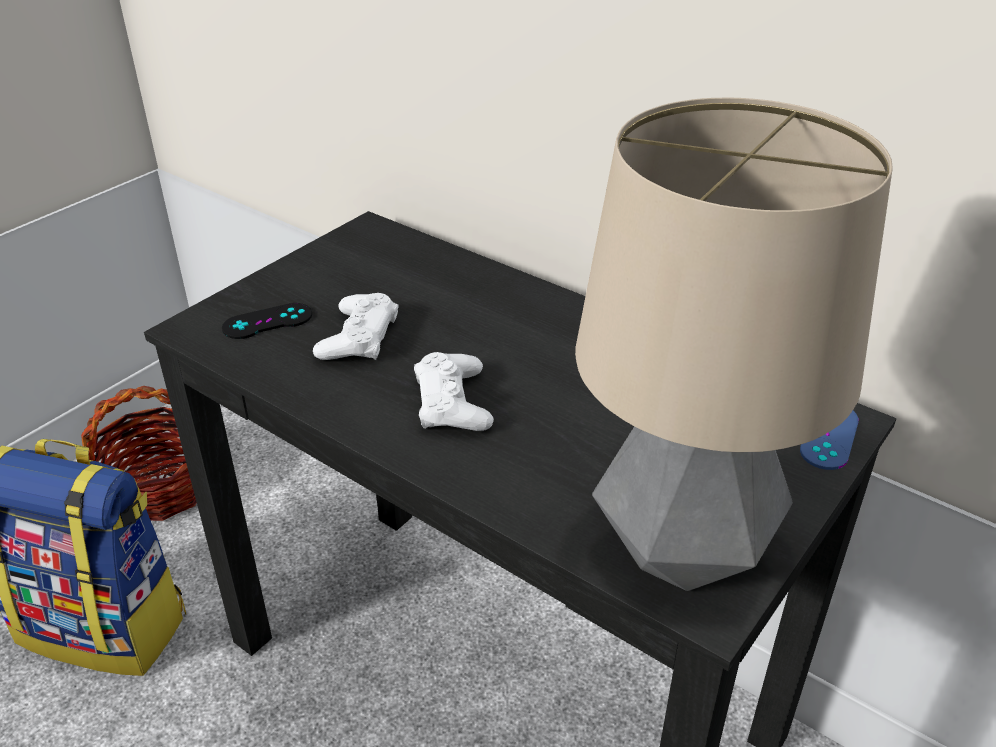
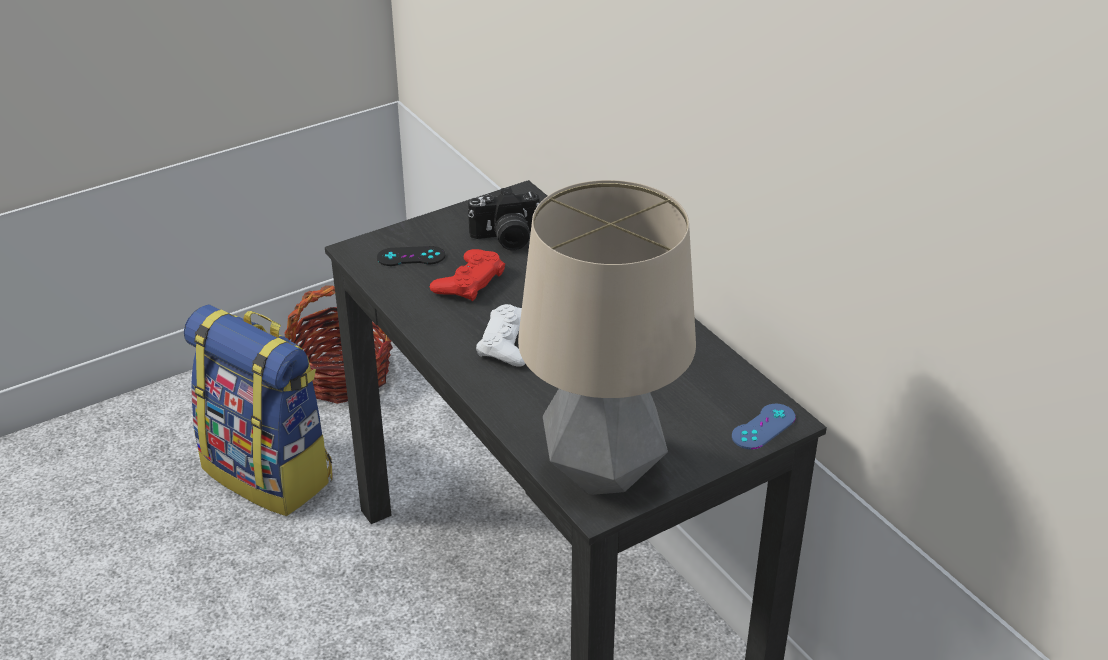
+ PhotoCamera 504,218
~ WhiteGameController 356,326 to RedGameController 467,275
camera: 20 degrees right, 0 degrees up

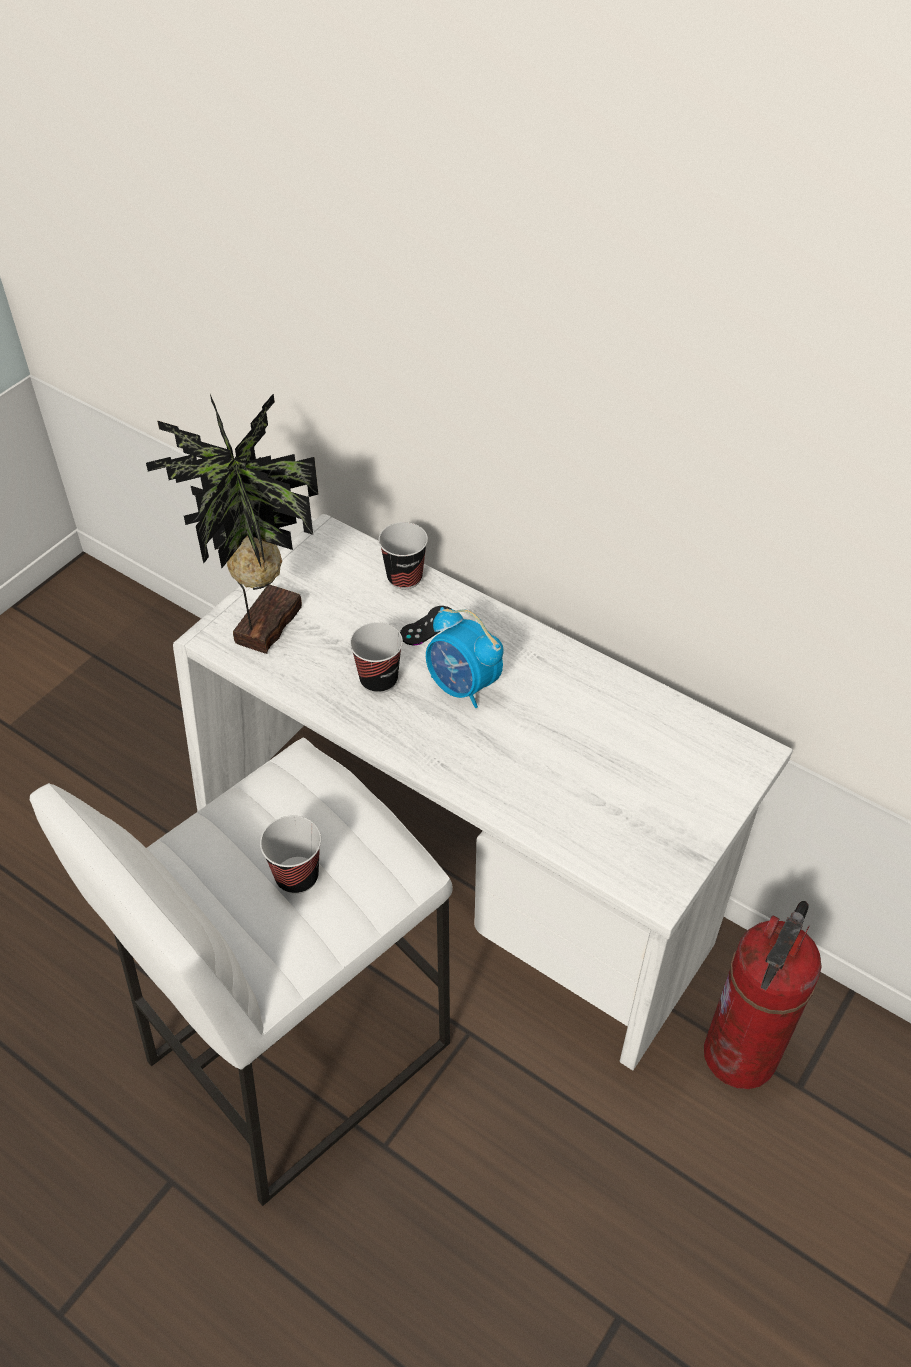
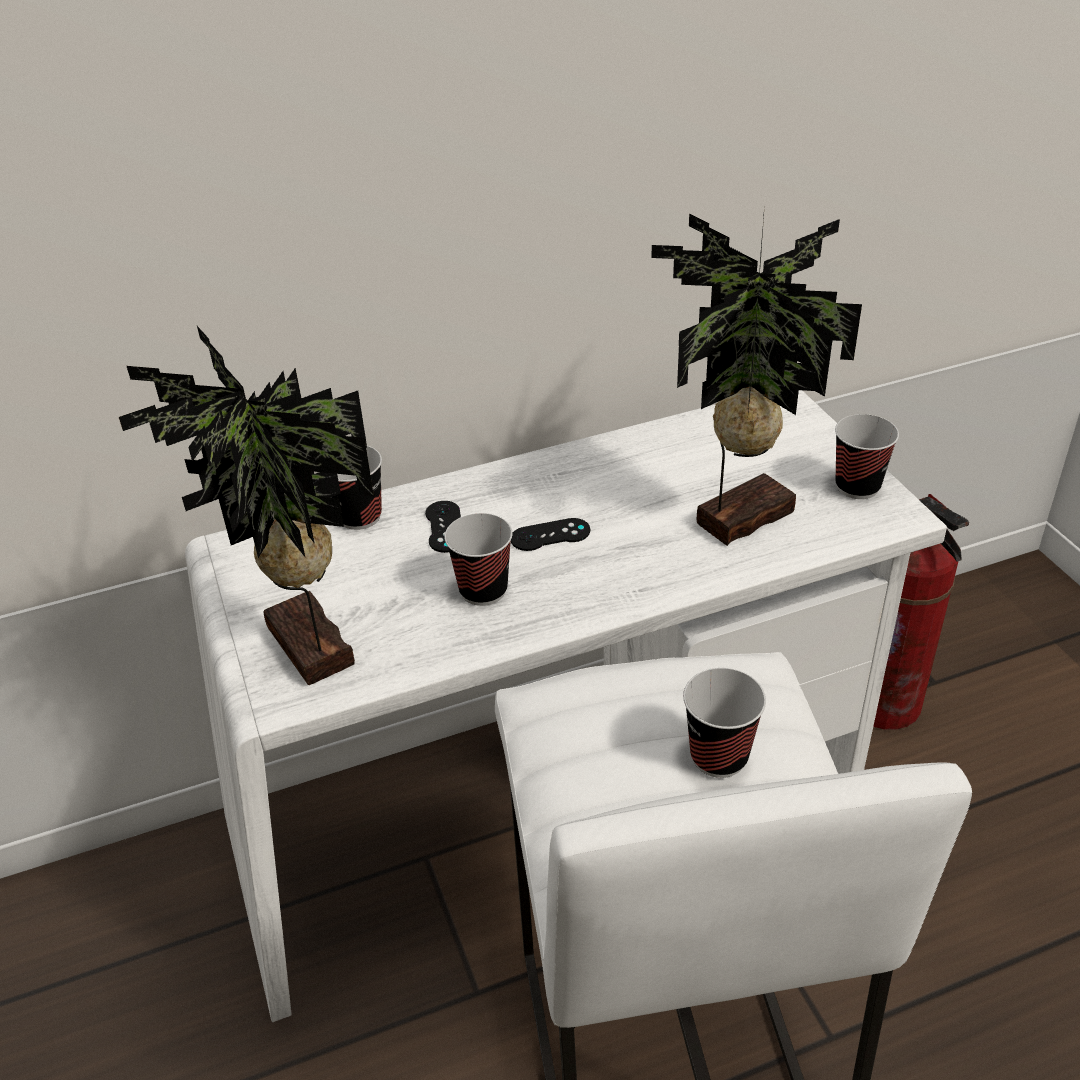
+ PottedPlant 756,380
+ Cup 867,456
~ AlarmClock 465,657 to BlackGameController 550,534
camera: 55 degrees left, 10 degrees down

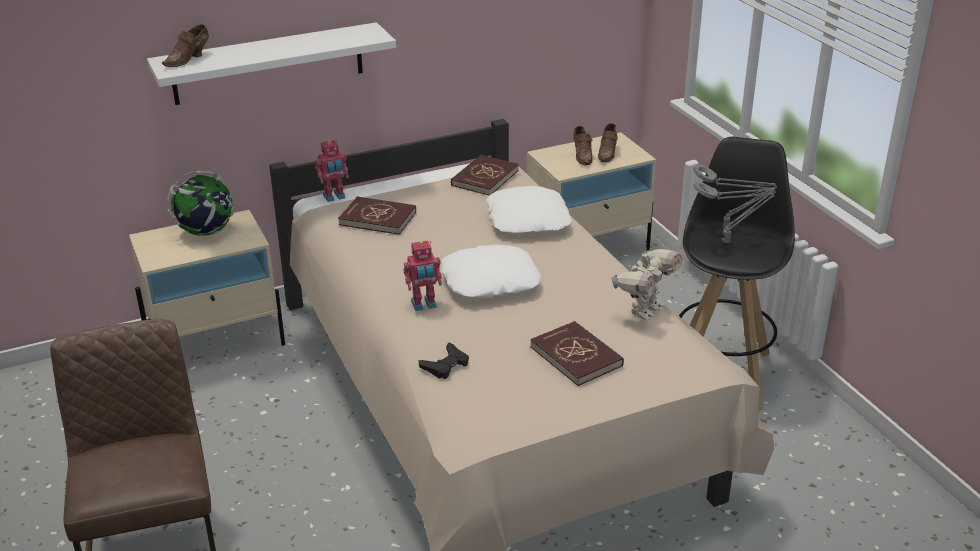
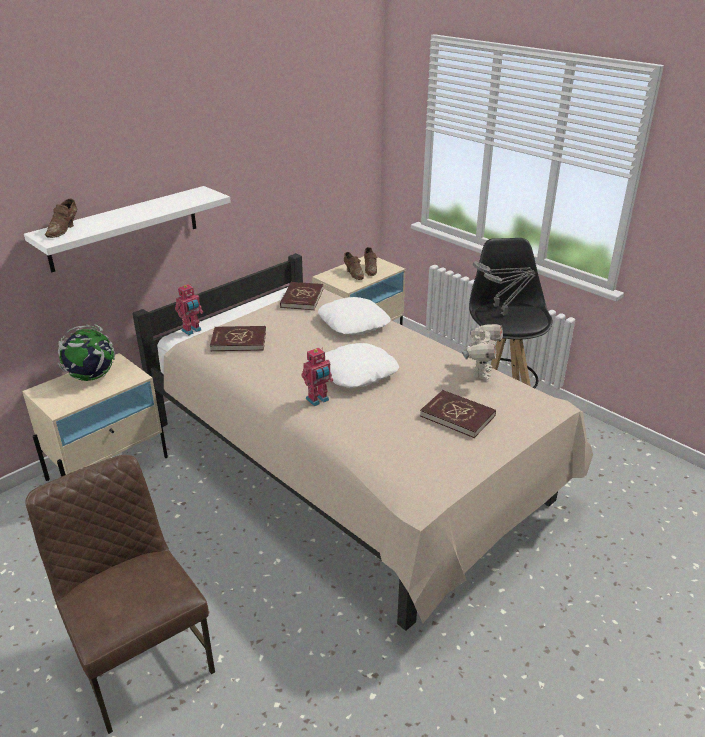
- BlackGameController 444,361
camera: 20 degrees left, 0 degrees up

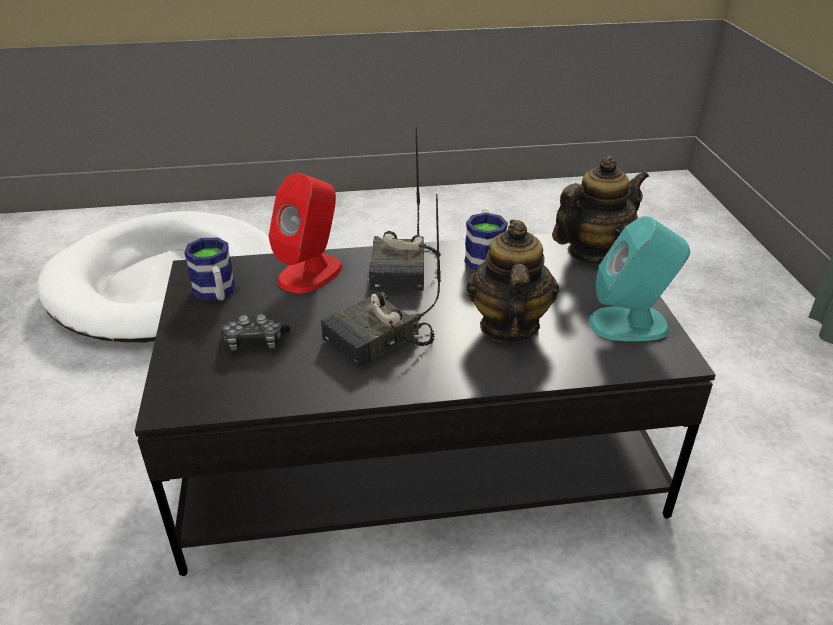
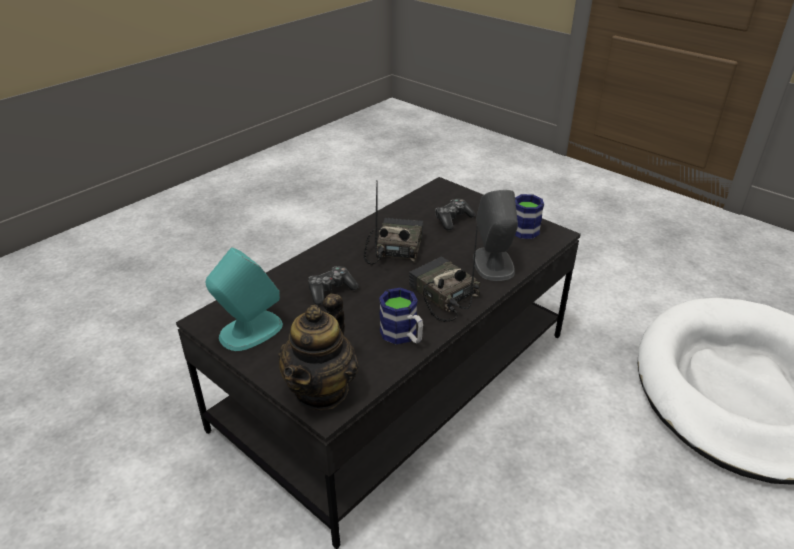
~ Teapot 513,281 to GameController 333,285
~ RedSpeaker 305,233 to GreySpeaker 495,235
camera: 140 degrees right, 0 degrees up

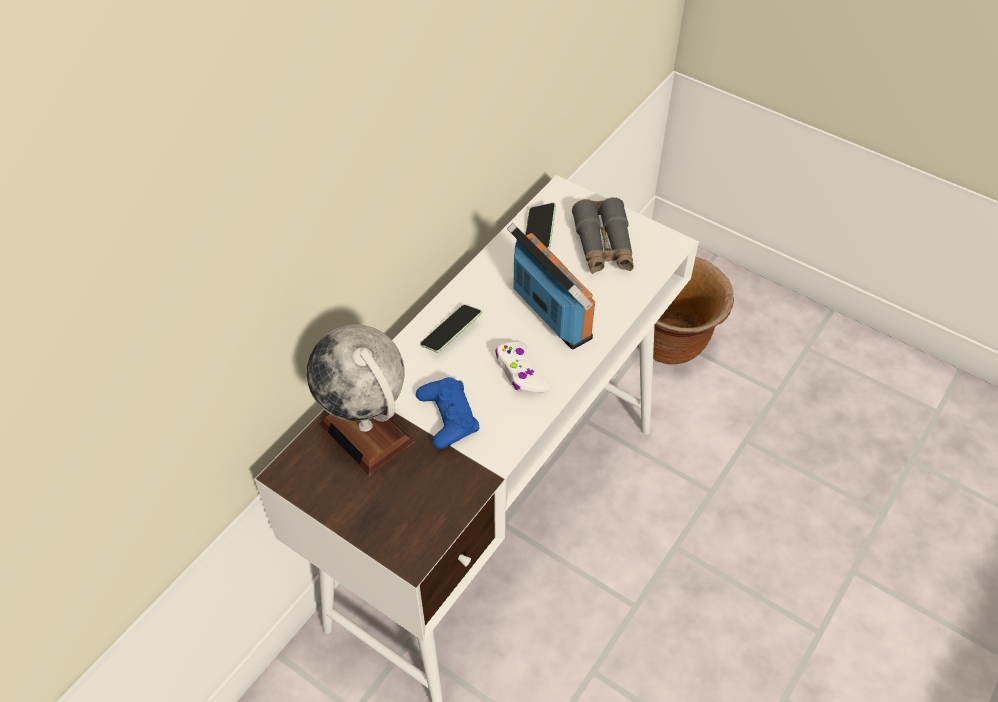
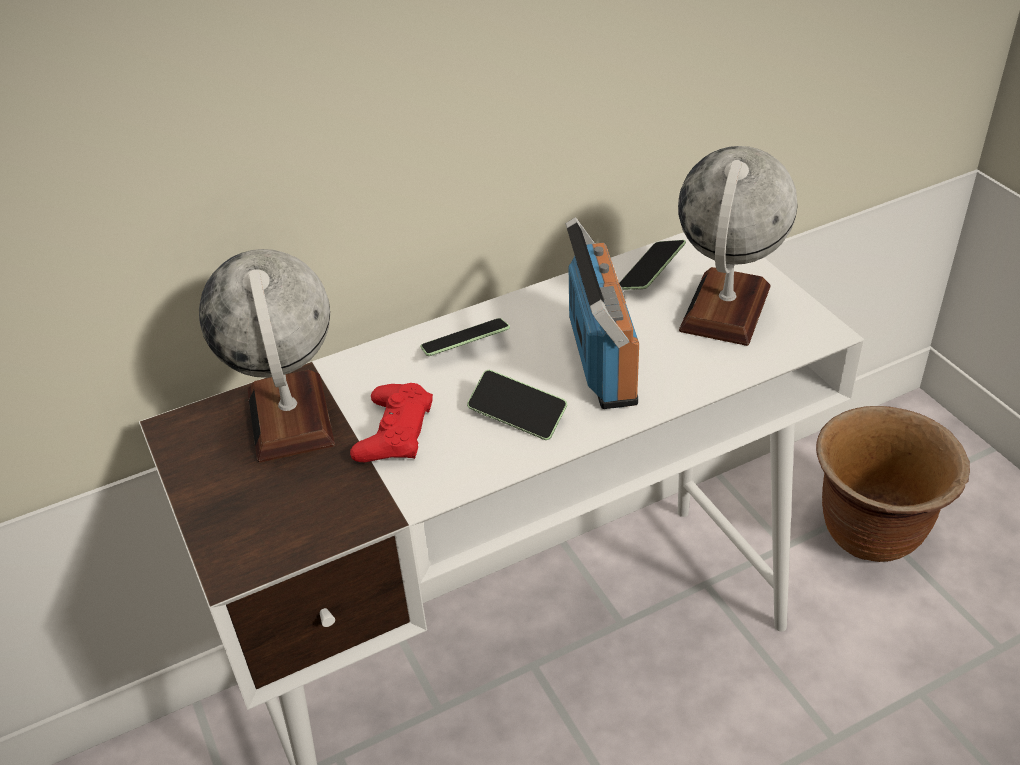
~ WhiteGameController 523,367 to Phone 517,405
~ GreyBinoculars 603,235 to Globe 738,246
~ BlueGameController 448,413 to RedGameController 391,422
camera: 30 degrees right, 10 degrees down

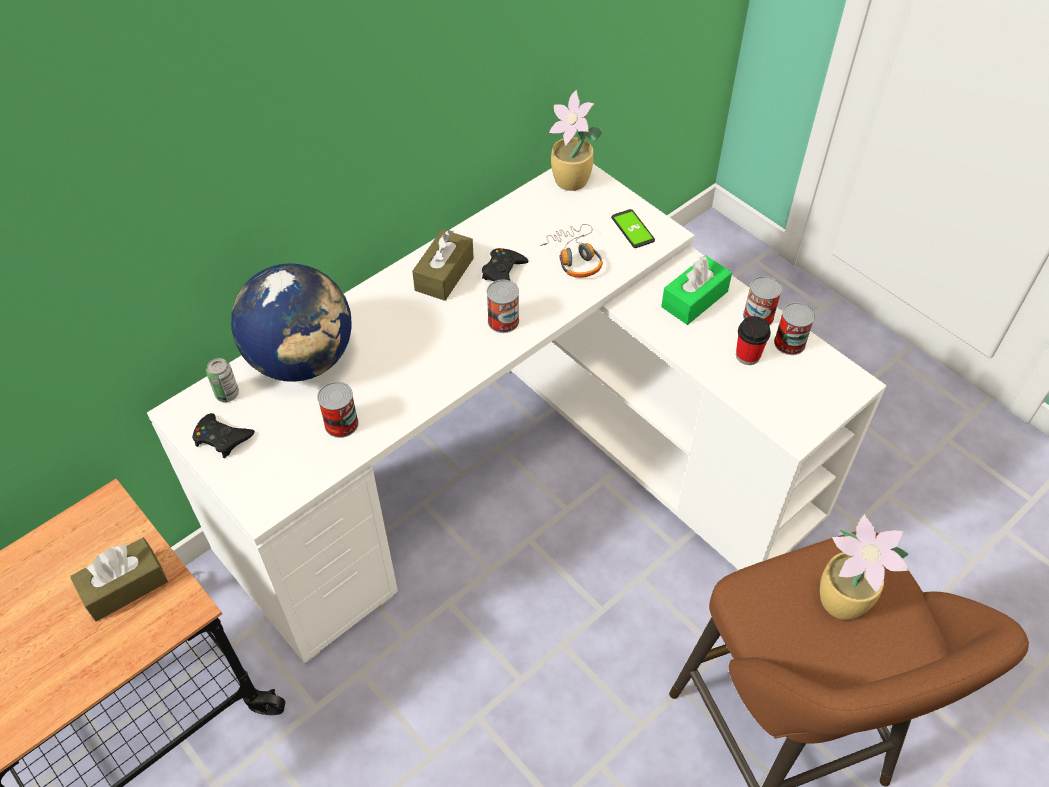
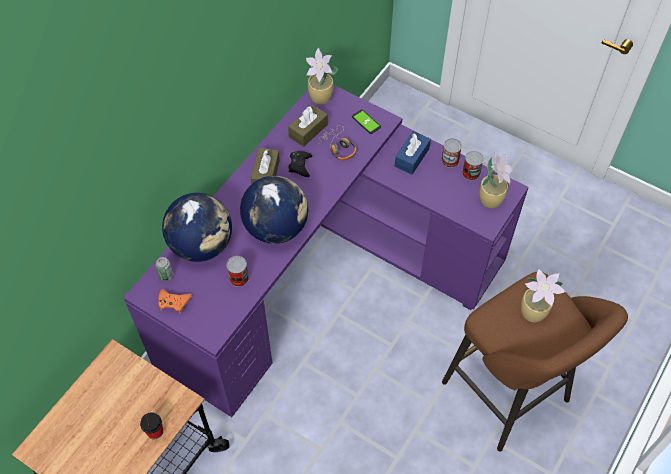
- Can 503,306
+ Globe 274,210
+ PottedPlant 496,180
~ BrownTissueBox 119,580 to 308,126
~ Cup 753,340 to 151,426
~ WhiteDesk 517,413 to PurpleDesk 326,251
~ BlackGameController 223,435 to OrangeGameController 175,301
~ GreenTissueBox 696,290 to BlueTissueBox 413,152
camera: 15 degrees left, 5 degrees up

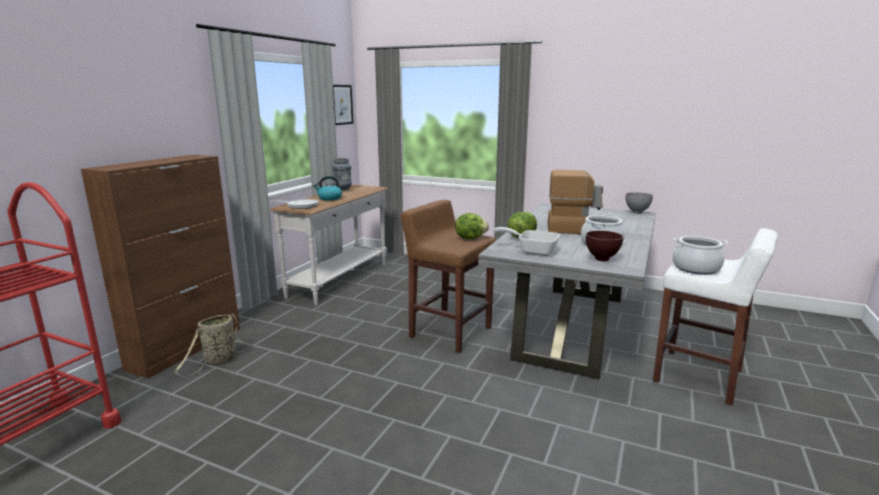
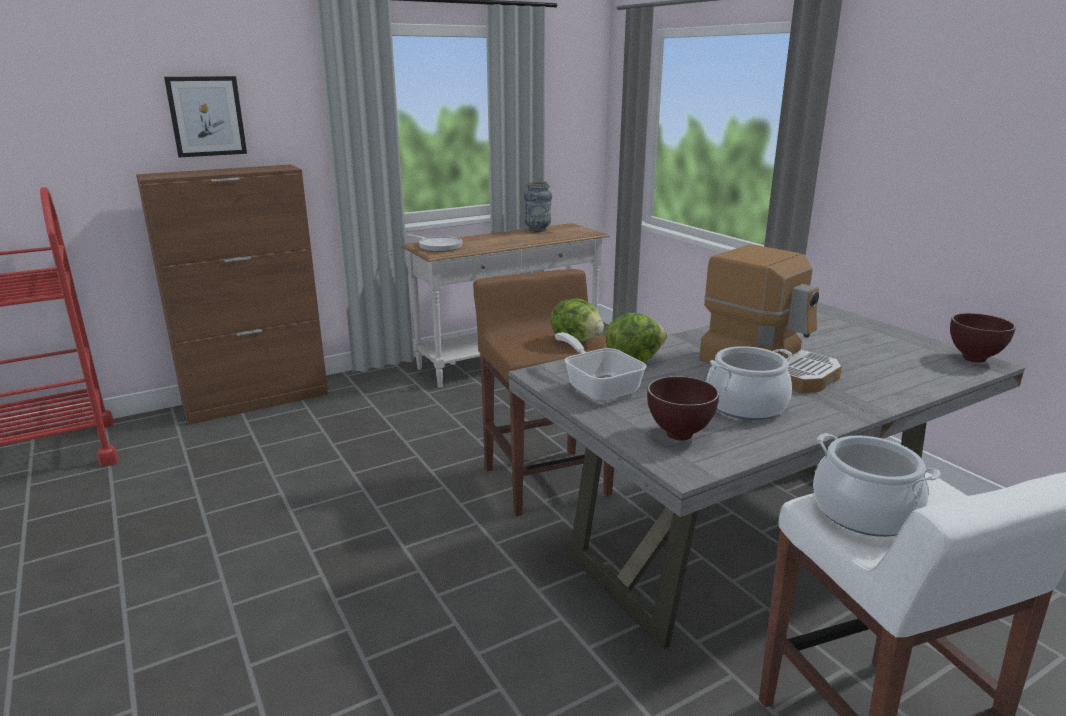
- Basket 211,345
- Kettle 328,188
~ Picture 343,105 to 205,116
~ GreyBowl 639,203 to BrownBowl 983,338
camera: 35 degrees right, 5 degrees up

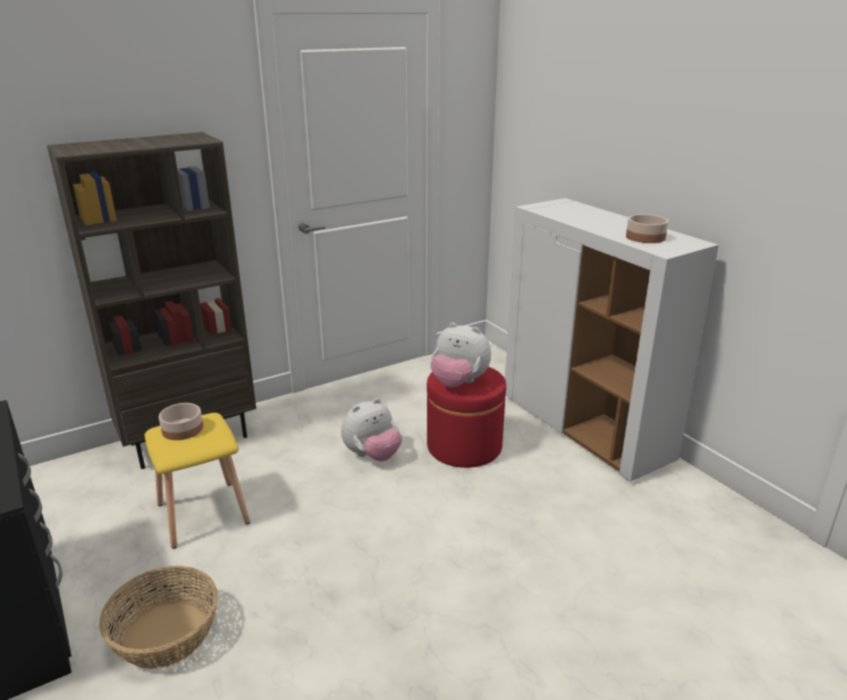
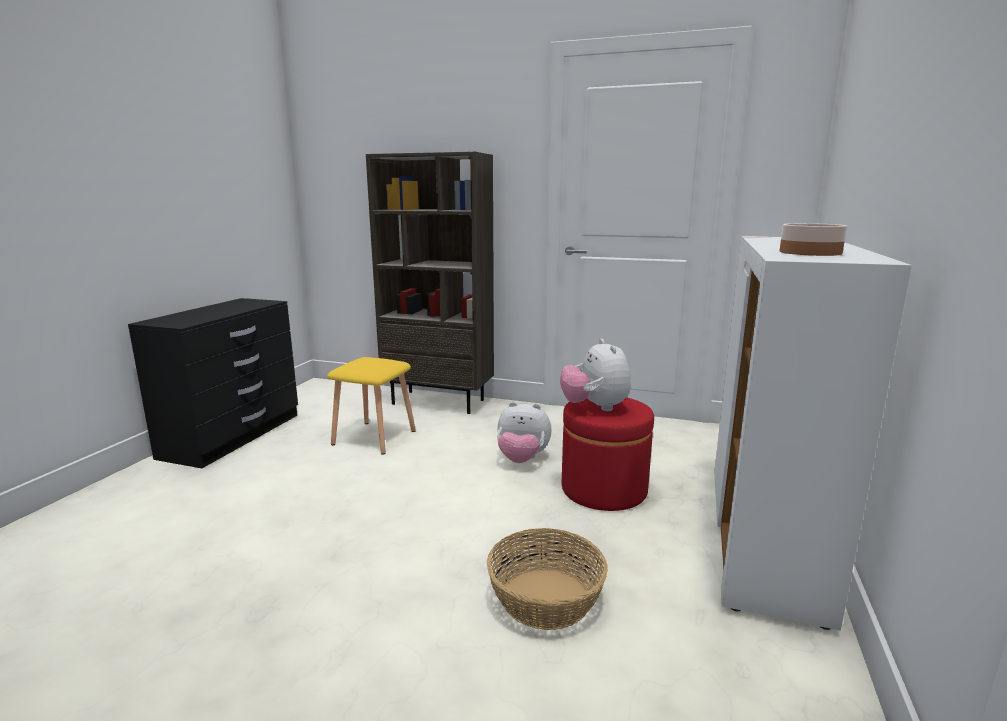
- Bowl 181,421
~ Basket 158,617 to 547,579
camera: 50 degrees right, 10 degrees down

